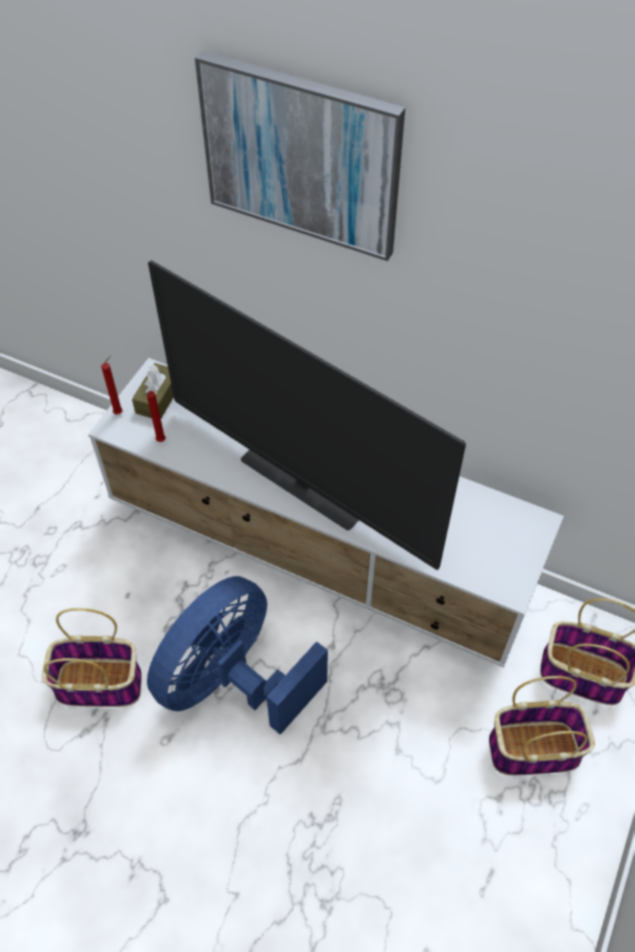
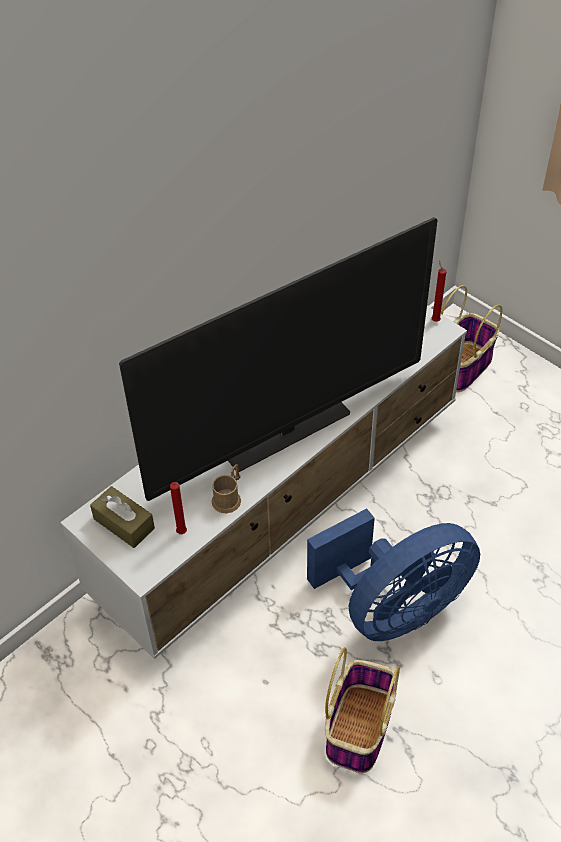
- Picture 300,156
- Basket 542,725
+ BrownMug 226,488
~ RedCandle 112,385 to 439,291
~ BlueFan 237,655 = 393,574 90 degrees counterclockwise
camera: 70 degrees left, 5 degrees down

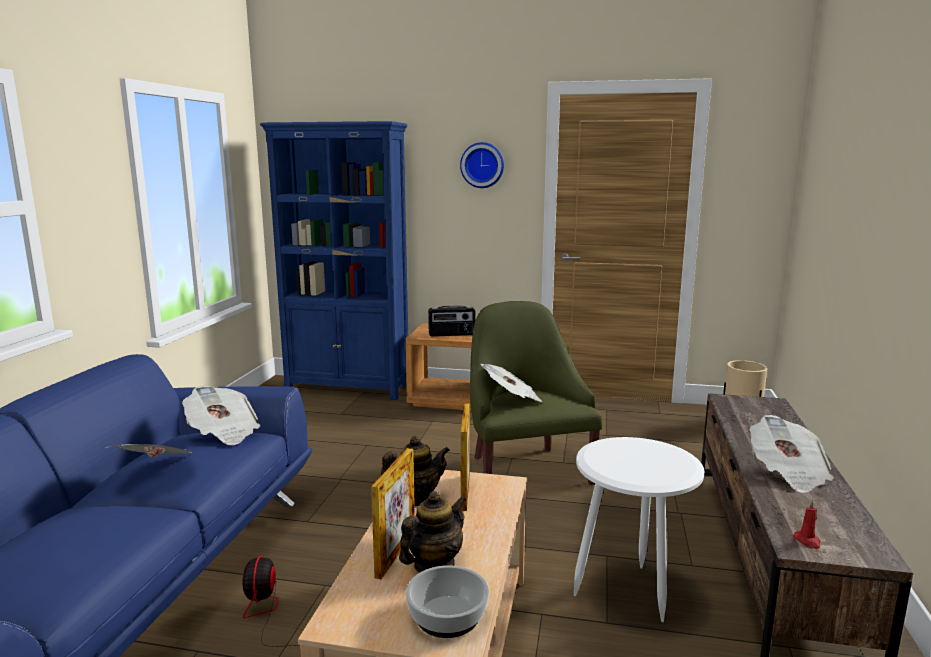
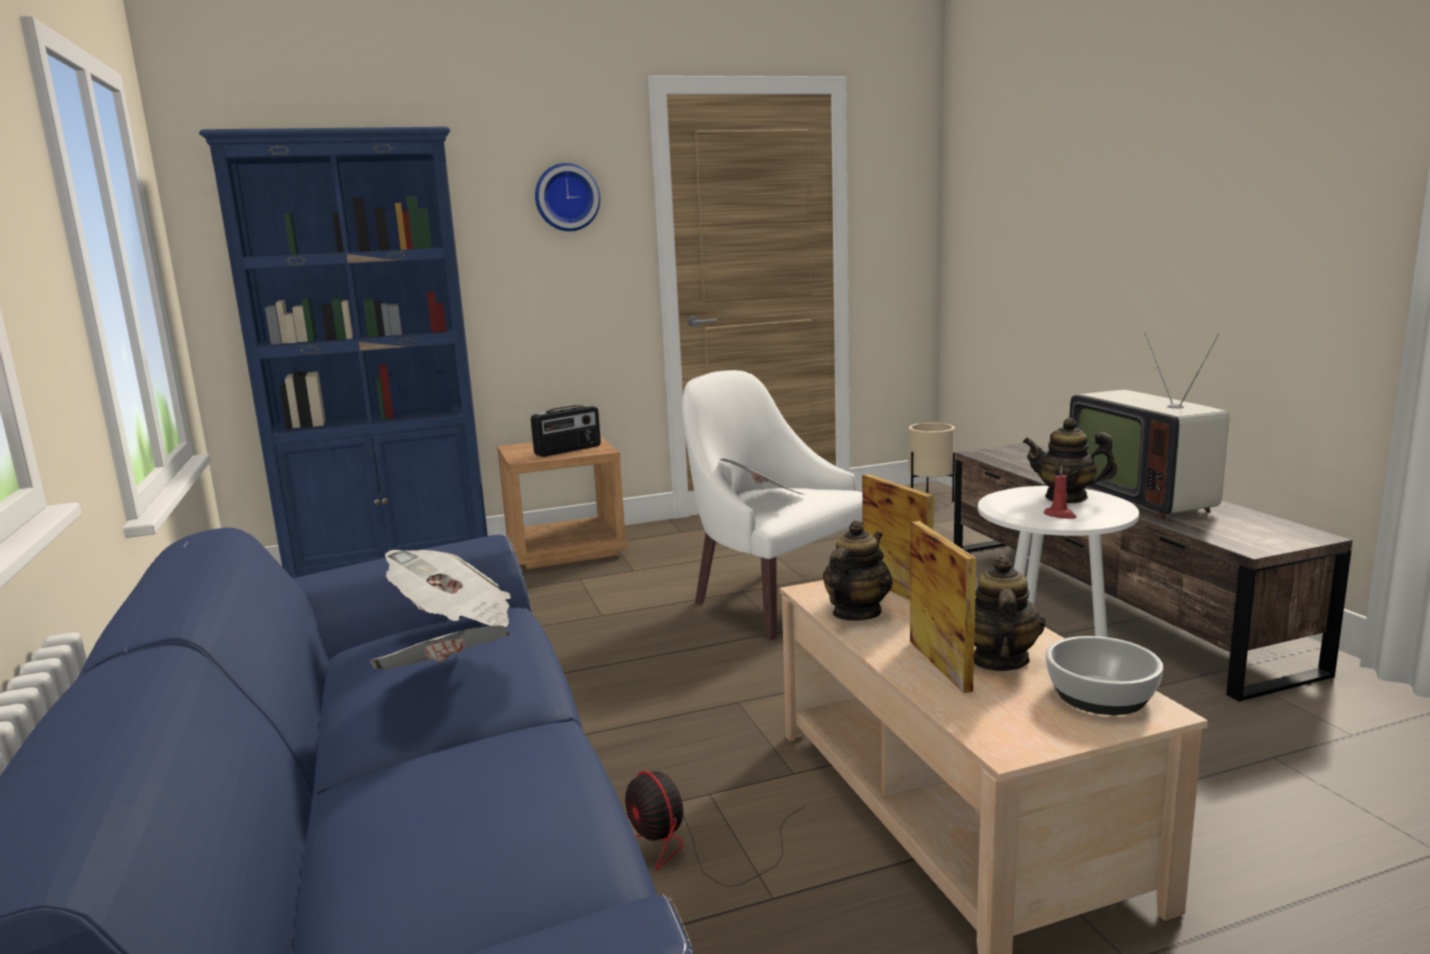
+ Teapot 1070,460
~ RedCandle 807,524 to 1060,492
~ Newspaper 792,454 to Television 1149,426
~ GreenArmchair 536,393 to WhiteArmchair 772,505
camera: 30 degrees left, 0 degrees up

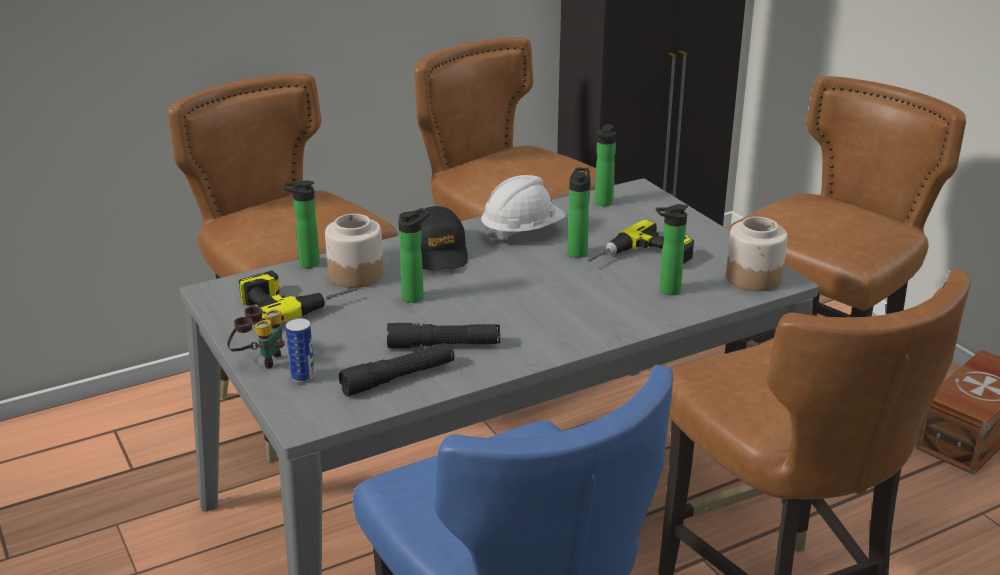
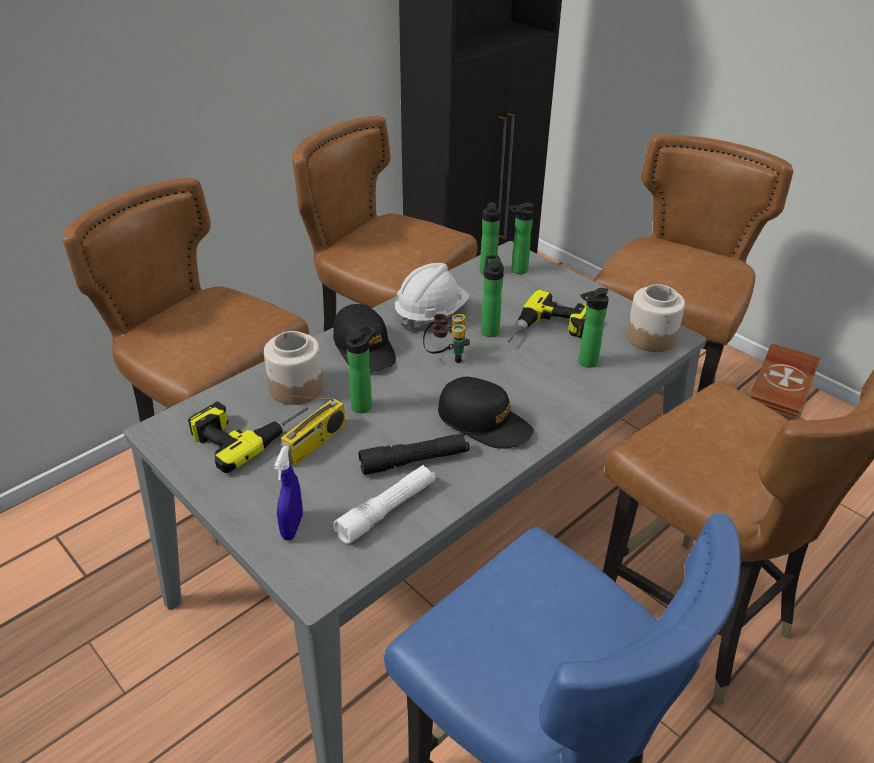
+ Radio 313,430
+ BlackCap 486,413
~ Binoculars 256,337 to 446,338
~ Bottle 302,224 to 521,238
~ Can 300,351 to BlueSprayBottle 288,493
~ BlackFlashlight 396,369 to WhiteFlashlight 384,504
camera: 15 degrees left, 10 degrees up

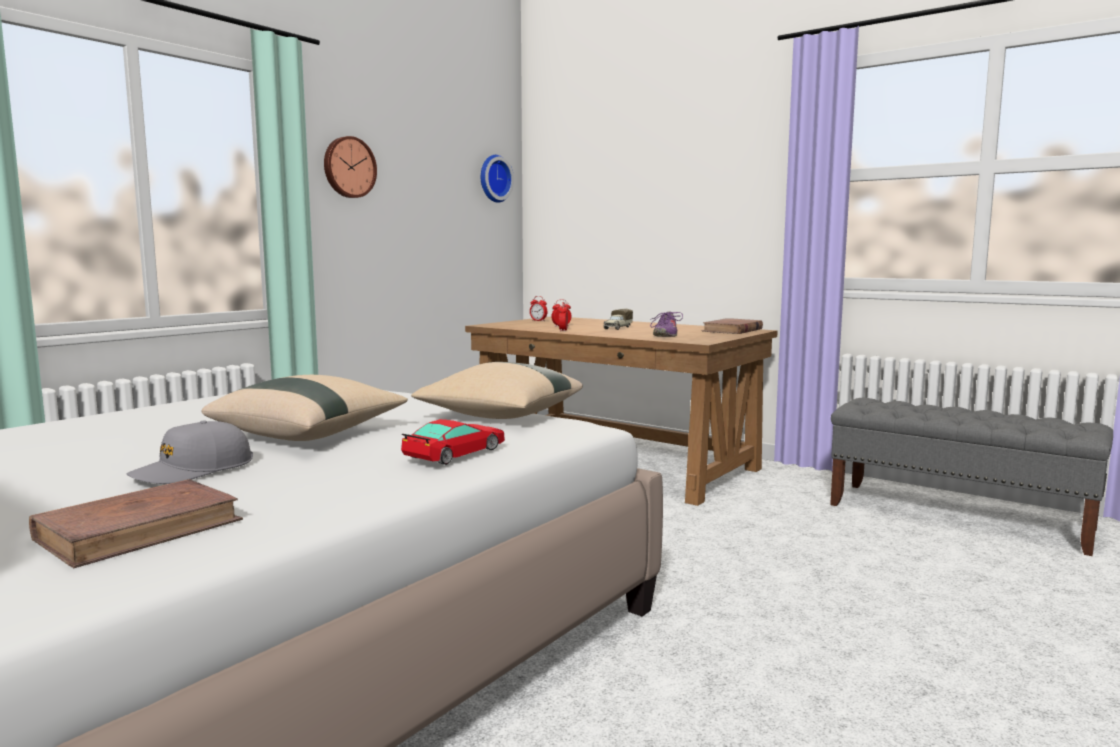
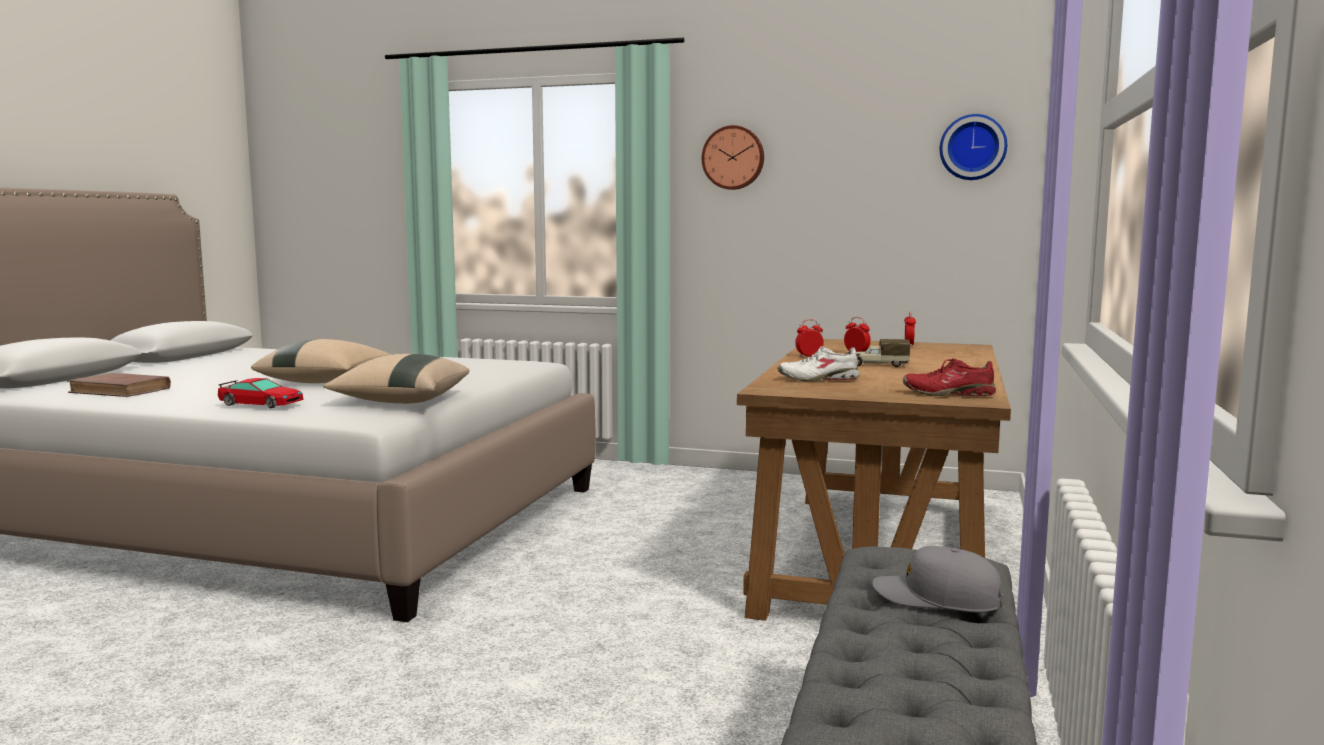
~ GreyCap 190,452 to 937,579
~ BrownBook 732,326 to RedShoe 949,377
~ PurpleShoe 666,324 to WhiteShoe 819,364
camera: 70 degrees right, 0 degrees up

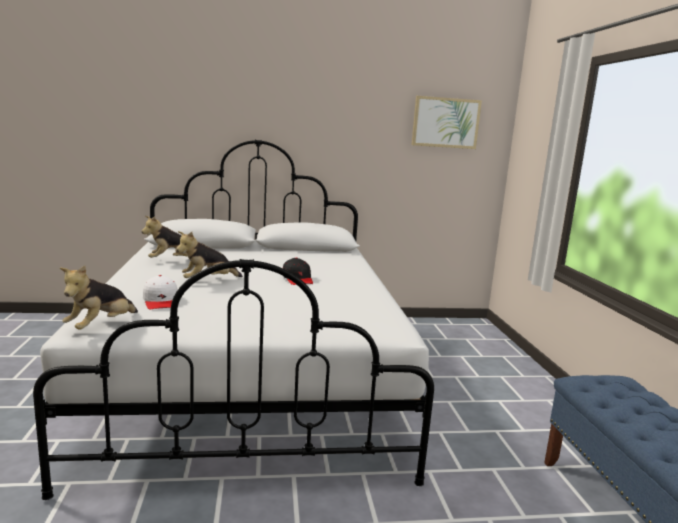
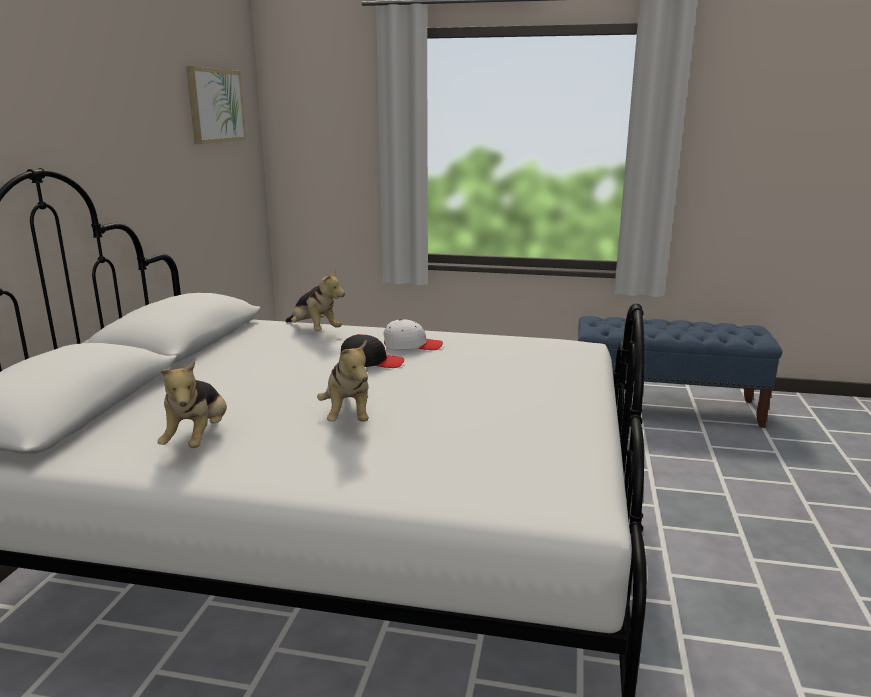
~ PlushToy 99,298 to 315,300
~ WhiteCap 160,292 to 413,334
camera: 70 degrees left, 5 degrees up

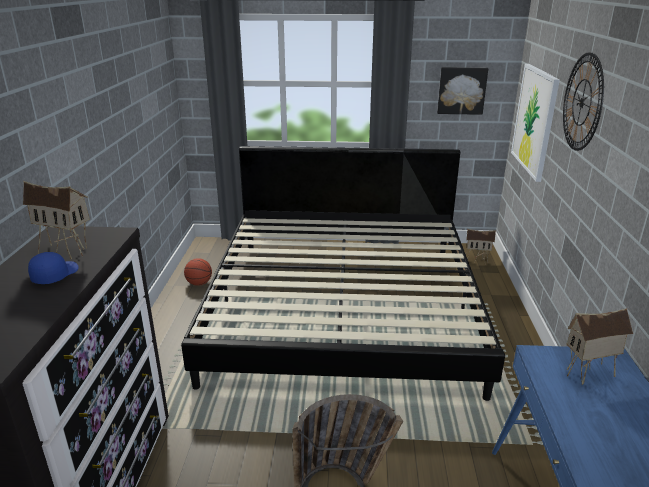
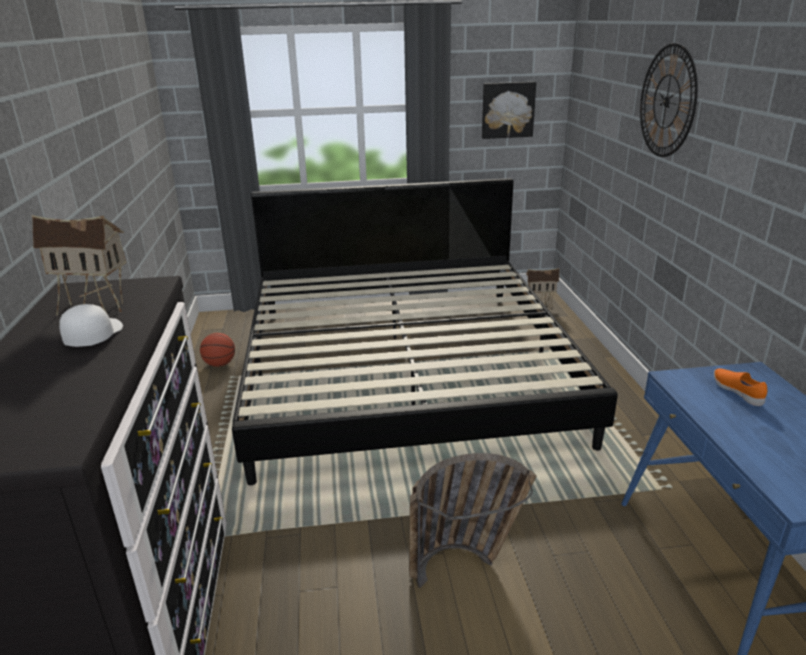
- Picture 535,123
~ ToyHouse 599,346 to OrangeShoe 740,387
~ BlueCap 53,268 to WhiteCap 91,325
camera: 10 degrees left, 0 degrees up

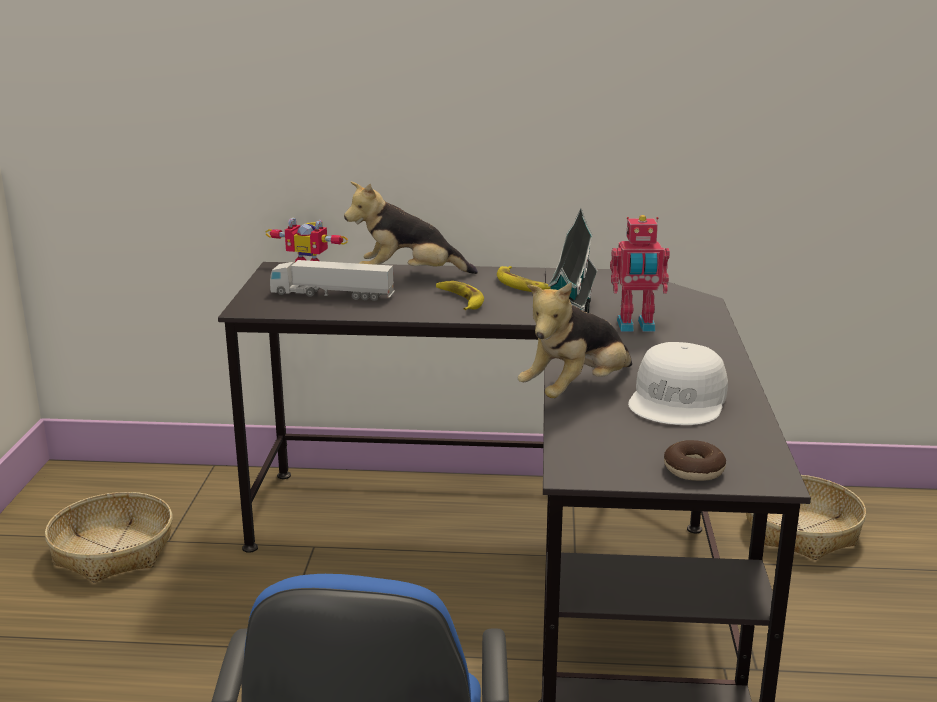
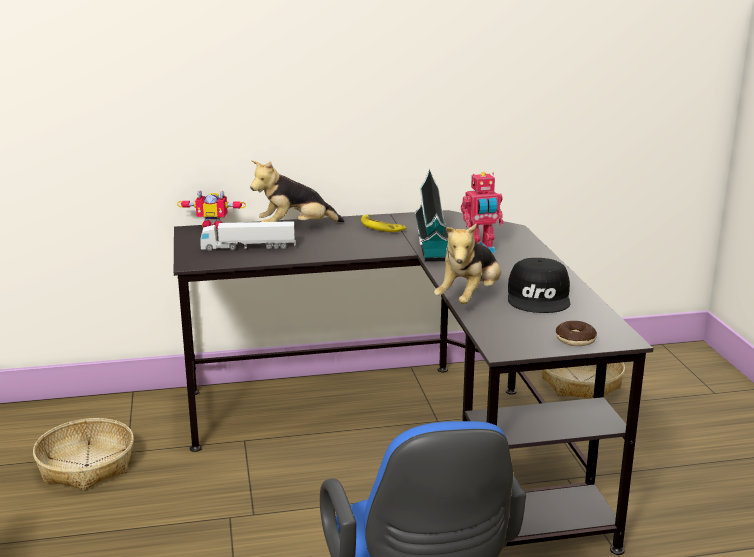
- Banana 460,295
~ WhiteCap 678,383 to BlackCap 539,285
camera: 15 degrees left, 0 degrees up

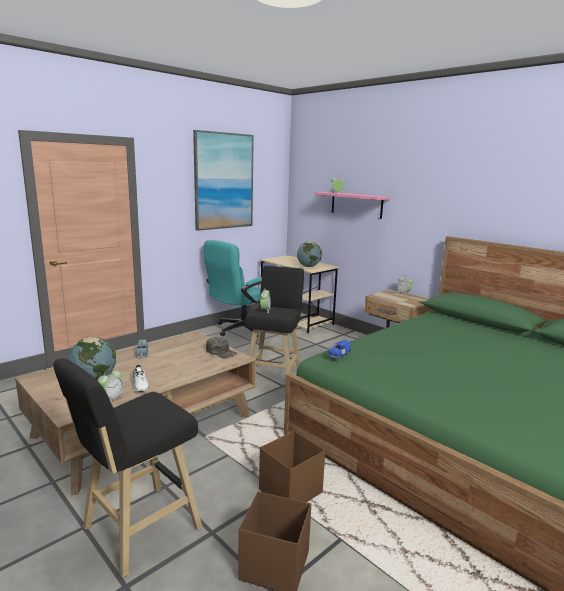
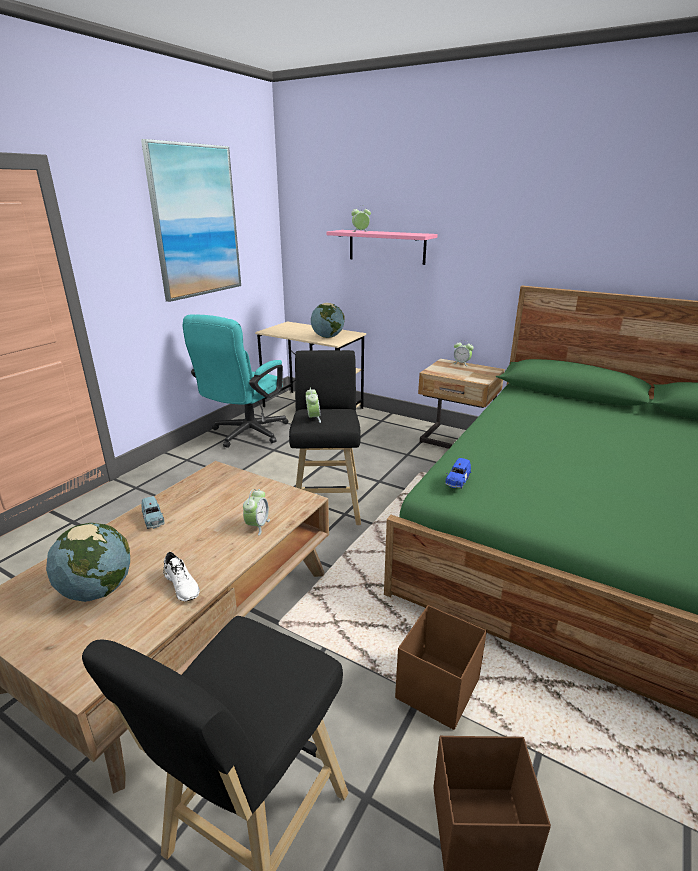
- GreenCap 221,347
~ AlarmClock 111,385 to 256,512
camera: 15 degrees left, 10 degrees up

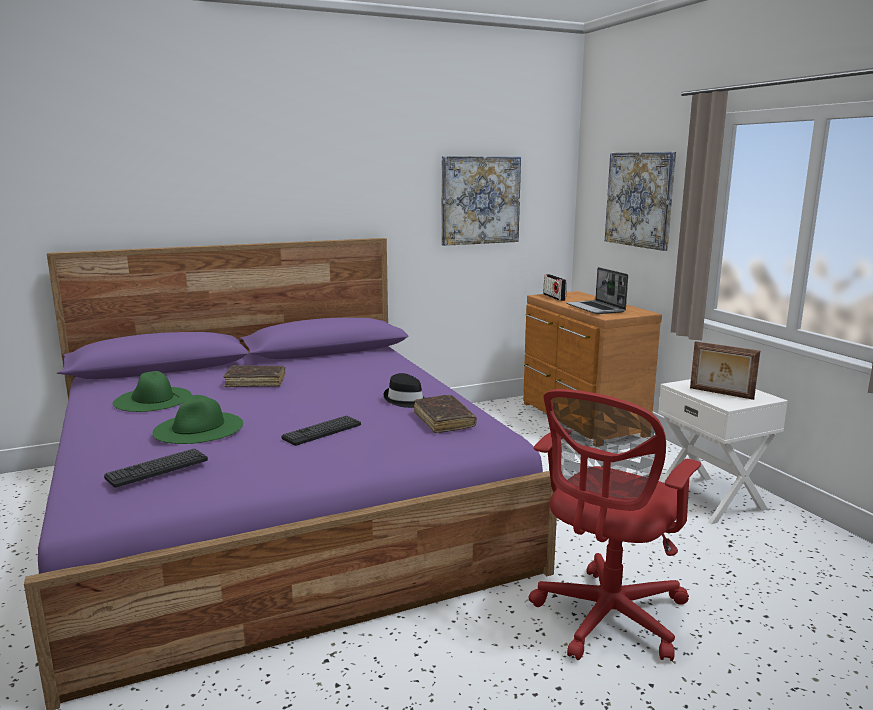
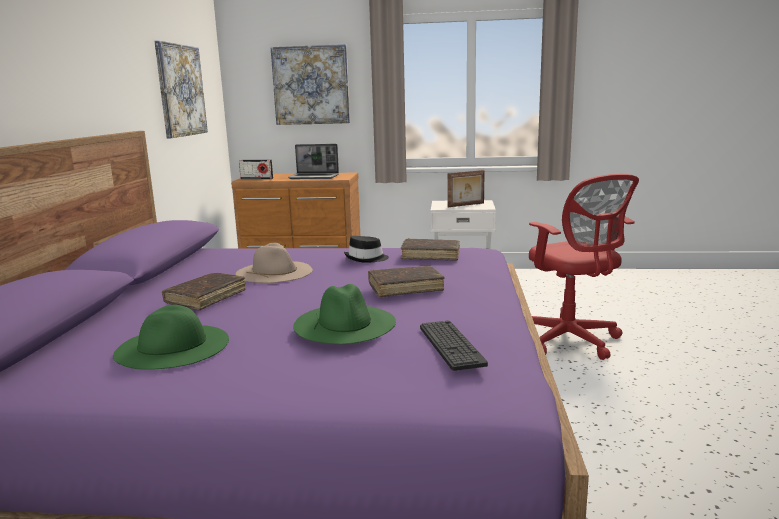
+ BeigeHat 274,263
~ Keyboard 321,430 to BrownBook 406,281
camera: 60 degrees left, 0 degrees up

